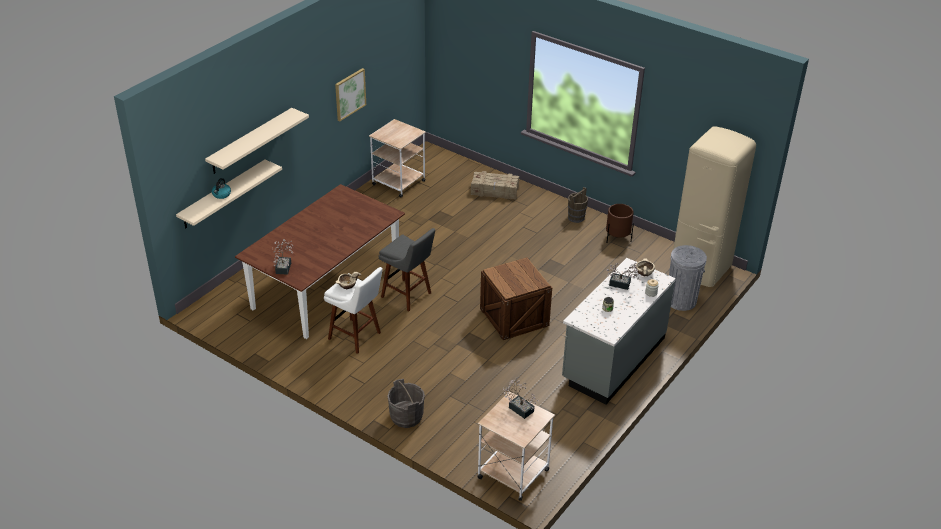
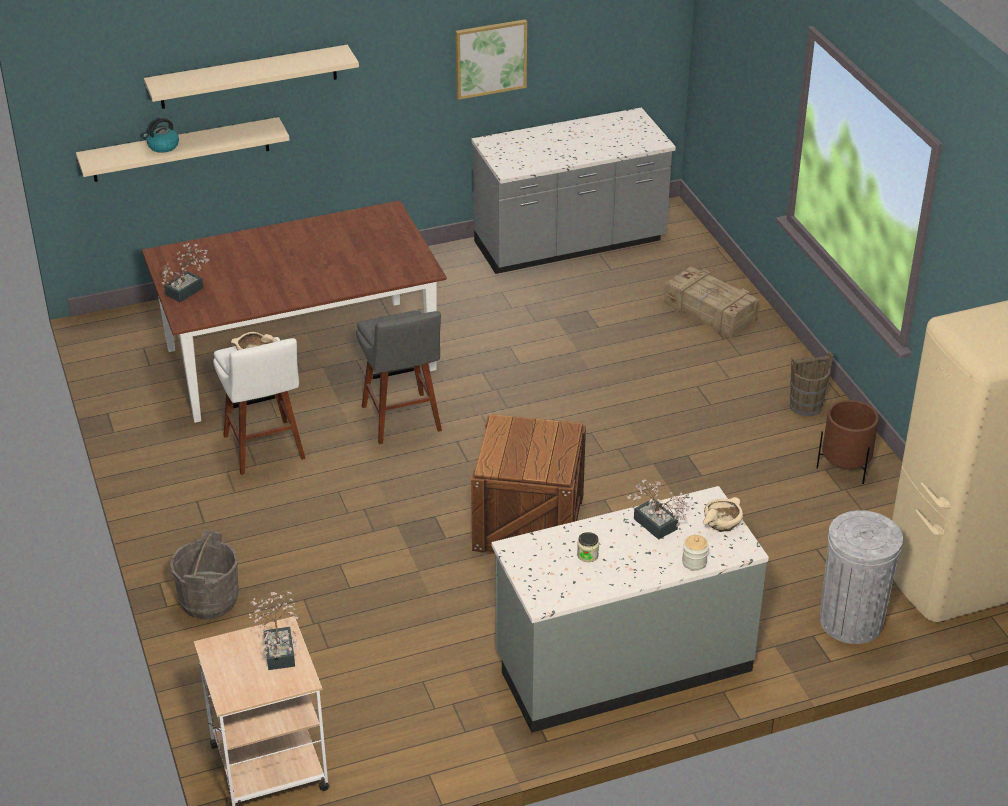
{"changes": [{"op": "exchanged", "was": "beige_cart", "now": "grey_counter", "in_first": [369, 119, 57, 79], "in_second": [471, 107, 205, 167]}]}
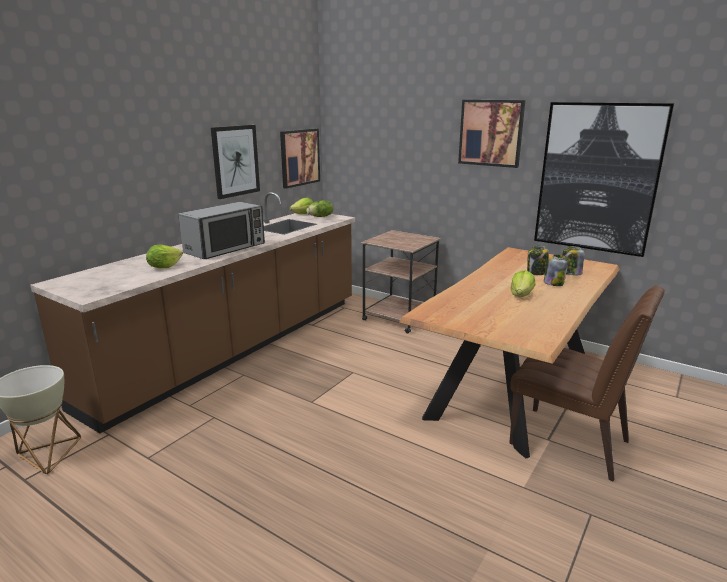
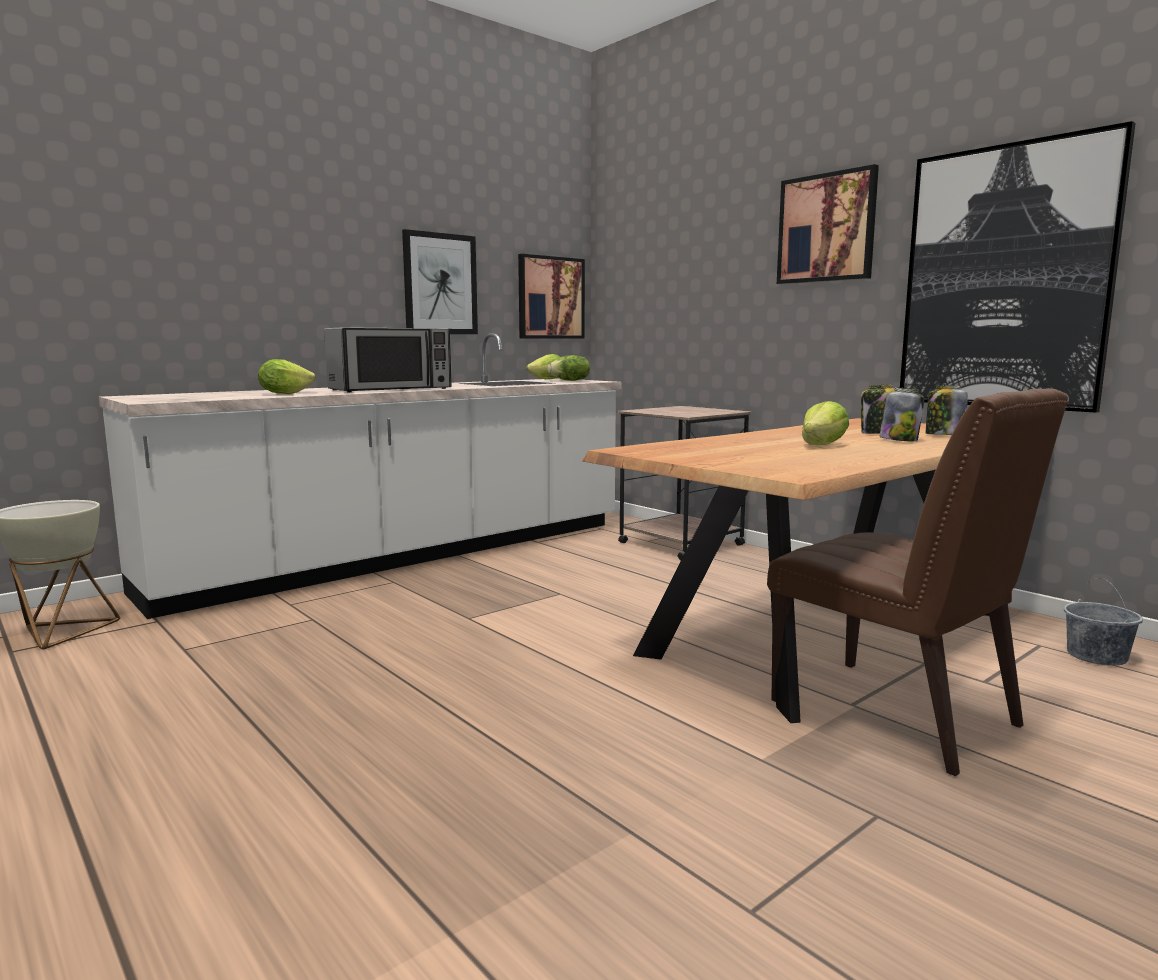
{"changes": [{"op": "colour", "was": "brown_counter", "now": "white_counter", "in_first": [30, 192, 325, 241], "in_second": [99, 333, 523, 286]}, {"op": "appeared", "now": "grey_bucket", "in_second": [1064, 578, 79, 88]}]}
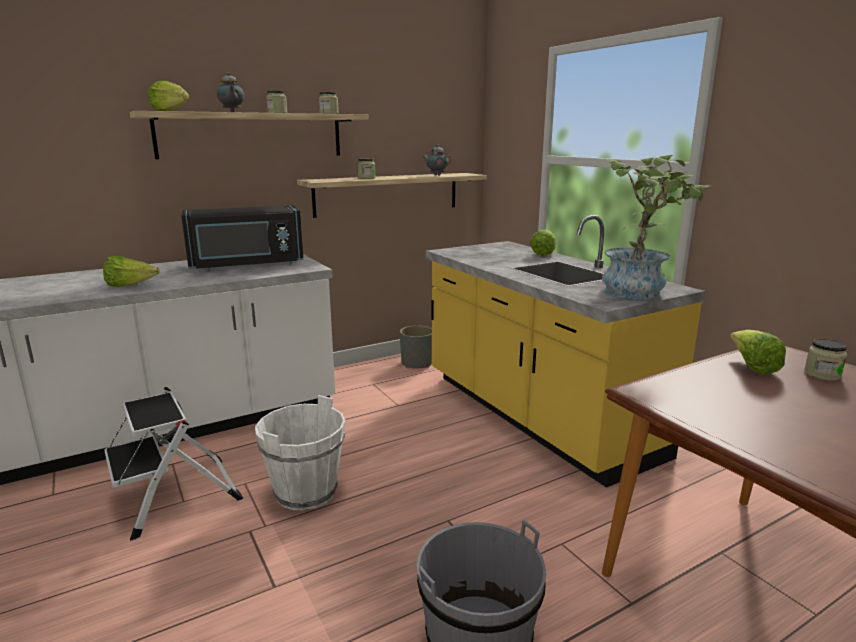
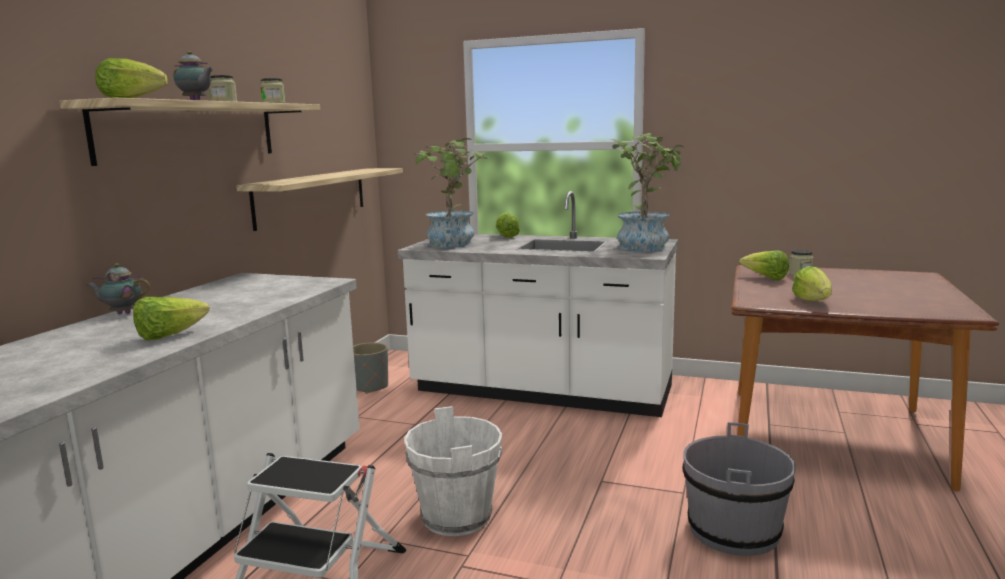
{"changes": [{"op": "relocated", "was": "teapot", "in_first": [423, 145, 28, 31], "in_second": [87, 263, 63, 51]}, {"op": "colour", "was": "yellow_counter", "now": "white_counter", "in_first": [426, 215, 280, 273], "in_second": [398, 191, 280, 226]}, {"op": "appeared", "now": "potted_plant", "in_second": [413, 138, 81, 110]}, {"op": "appeared", "now": "lettuce", "in_second": [792, 266, 40, 35]}, {"op": "missing", "was": "black_microwave", "in_first": [181, 206, 123, 65]}, {"op": "missing", "was": "jar", "in_first": [357, 158, 19, 21]}]}
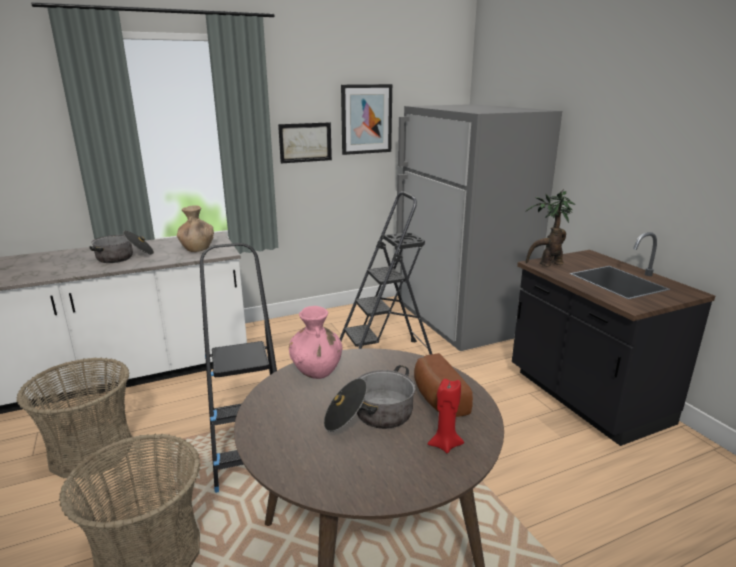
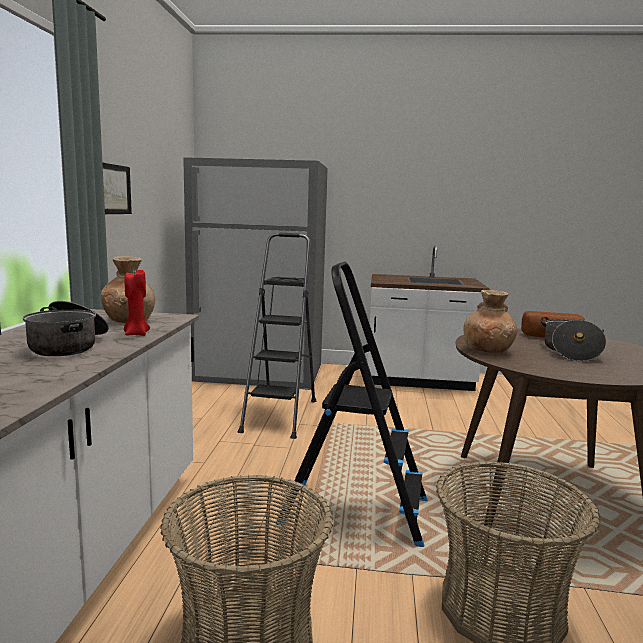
{"changes": [{"op": "relocated", "was": "red_candle", "in_first": [428, 379, 36, 74], "in_second": [124, 269, 26, 67]}, {"op": "colour", "was": "black_counter", "now": "white_counter", "in_first": [512, 232, 203, 214], "in_second": [368, 246, 122, 145]}, {"op": "colour", "was": "pink_vase", "now": "brown_vase", "in_first": [289, 306, 54, 73], "in_second": [463, 290, 54, 63]}, {"op": "missing", "was": "picture", "in_first": [341, 84, 51, 71]}, {"op": "missing", "was": "potted_plant", "in_first": [525, 189, 51, 77]}]}
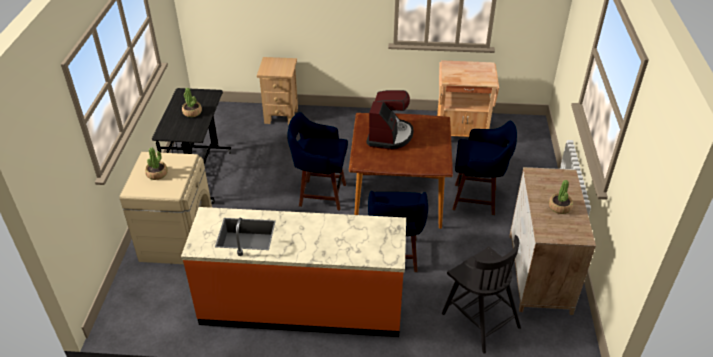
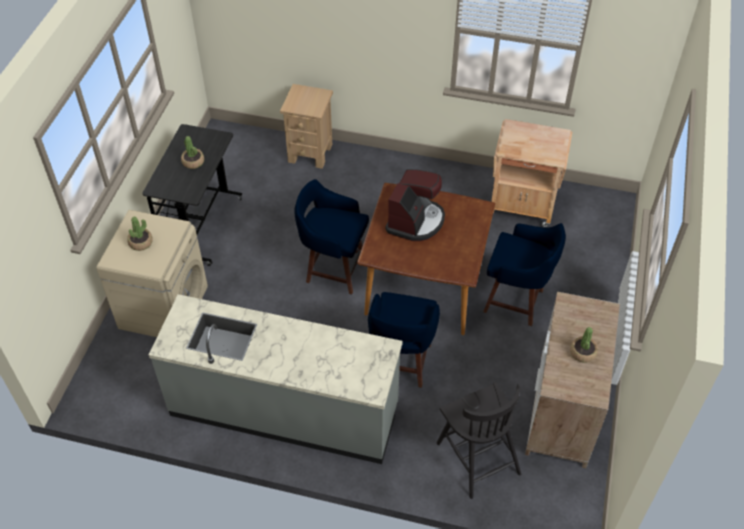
{"changes": [{"op": "colour", "was": "orange_counter", "now": "grey_counter", "in_first": [181, 207, 225, 130], "in_second": [149, 294, 254, 170]}]}
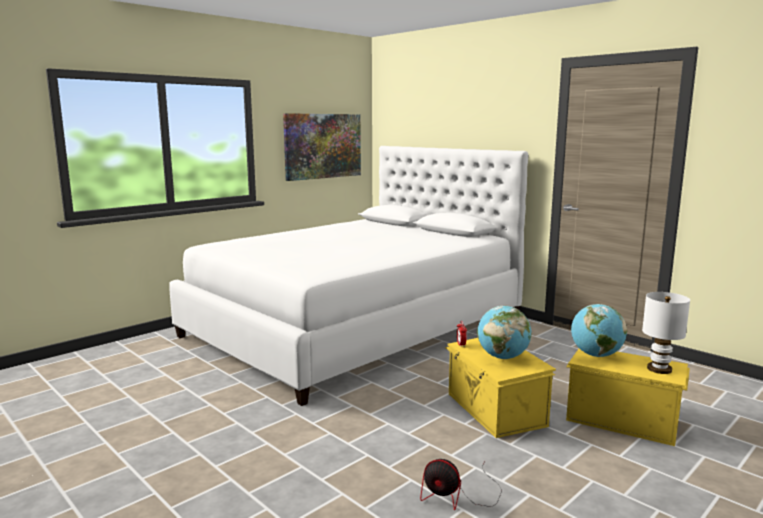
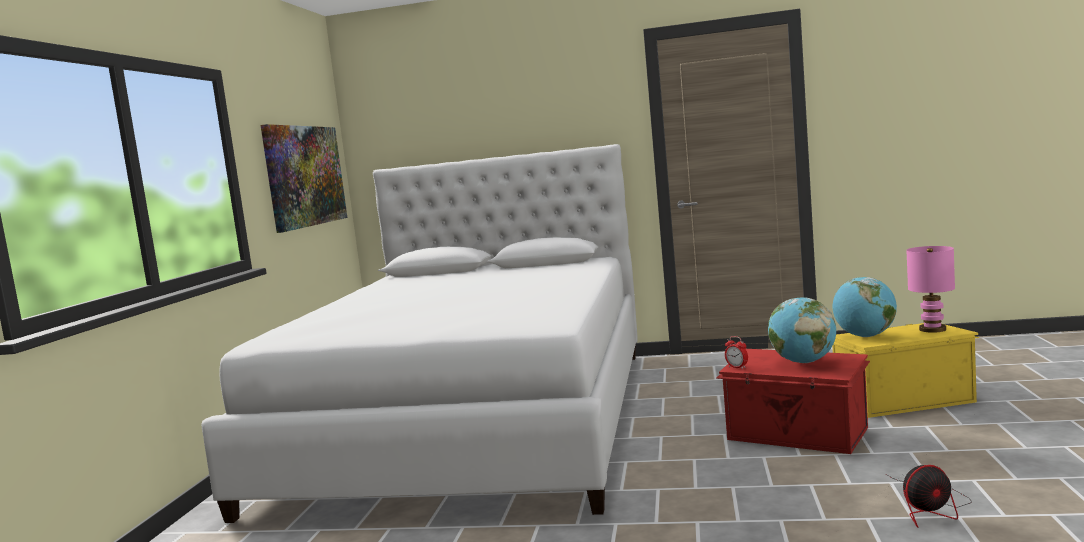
{"changes": [{"op": "colour", "was": "yellow_storage_box", "now": "red_storage_box", "in_first": [445, 338, 111, 100], "in_second": [716, 349, 154, 105]}, {"op": "colour", "was": "white_table_lamp", "now": "pink_table_lamp", "in_first": [642, 292, 48, 82], "in_second": [906, 246, 49, 87]}]}
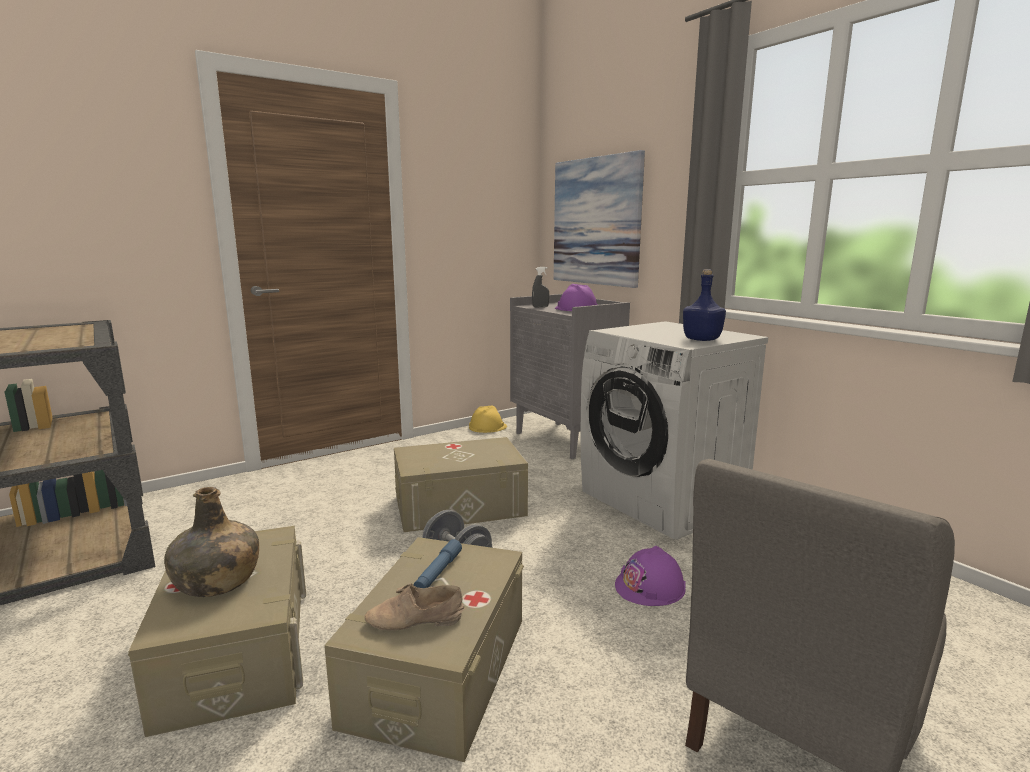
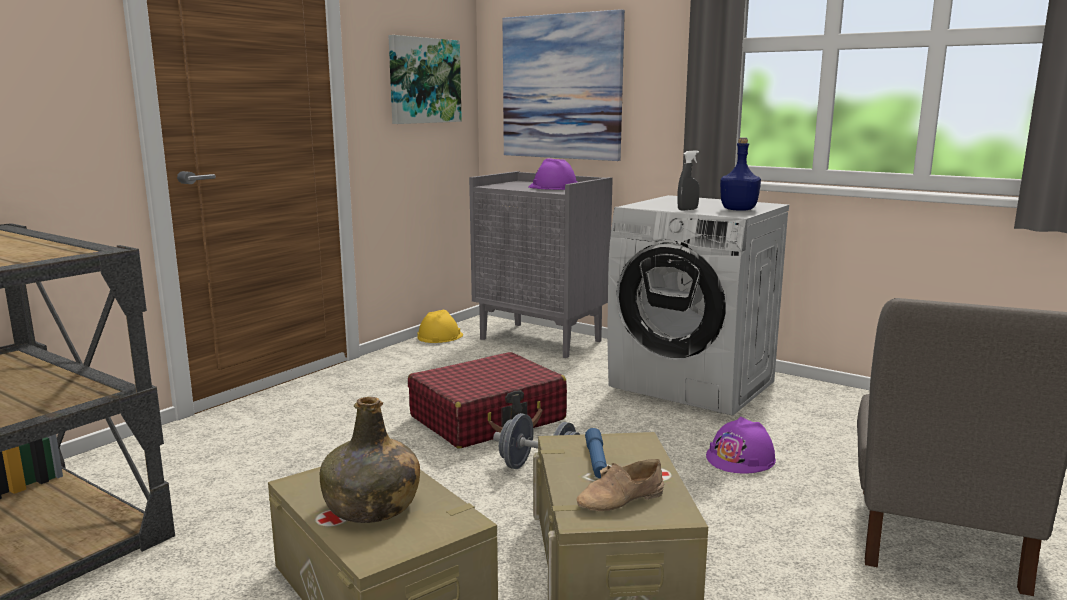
{"changes": [{"op": "appeared", "now": "picture", "in_second": [388, 35, 74, 89]}, {"op": "exchanged", "was": "beige_storage_box", "now": "red_suitcase", "in_first": [394, 437, 134, 95], "in_second": [408, 352, 159, 96]}, {"op": "relocated", "was": "grey_spray_bottle", "in_first": [532, 267, 17, 40], "in_second": [677, 150, 23, 61]}]}
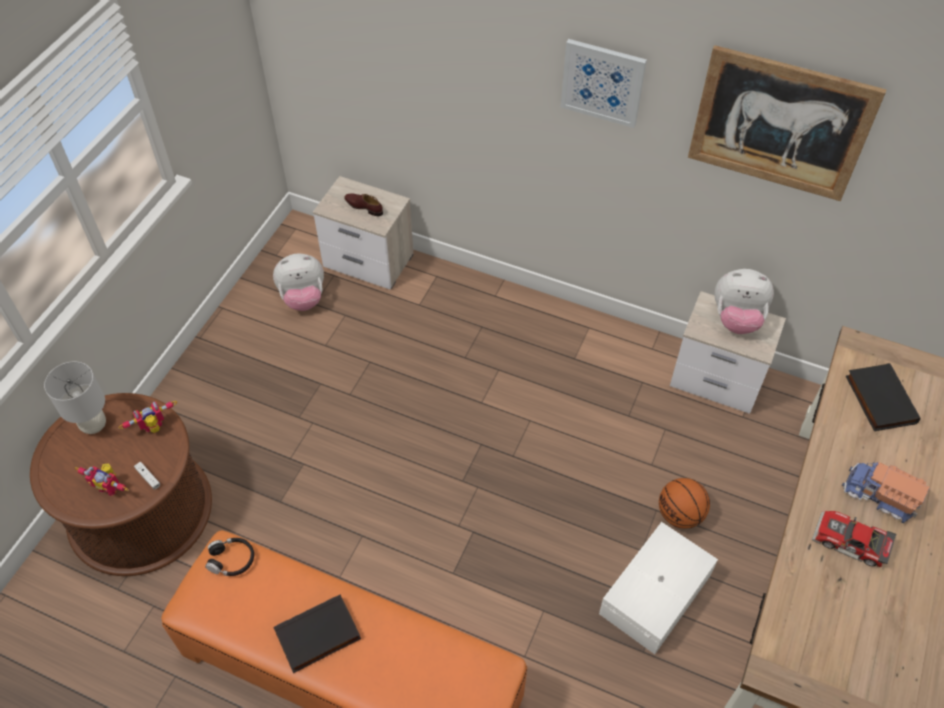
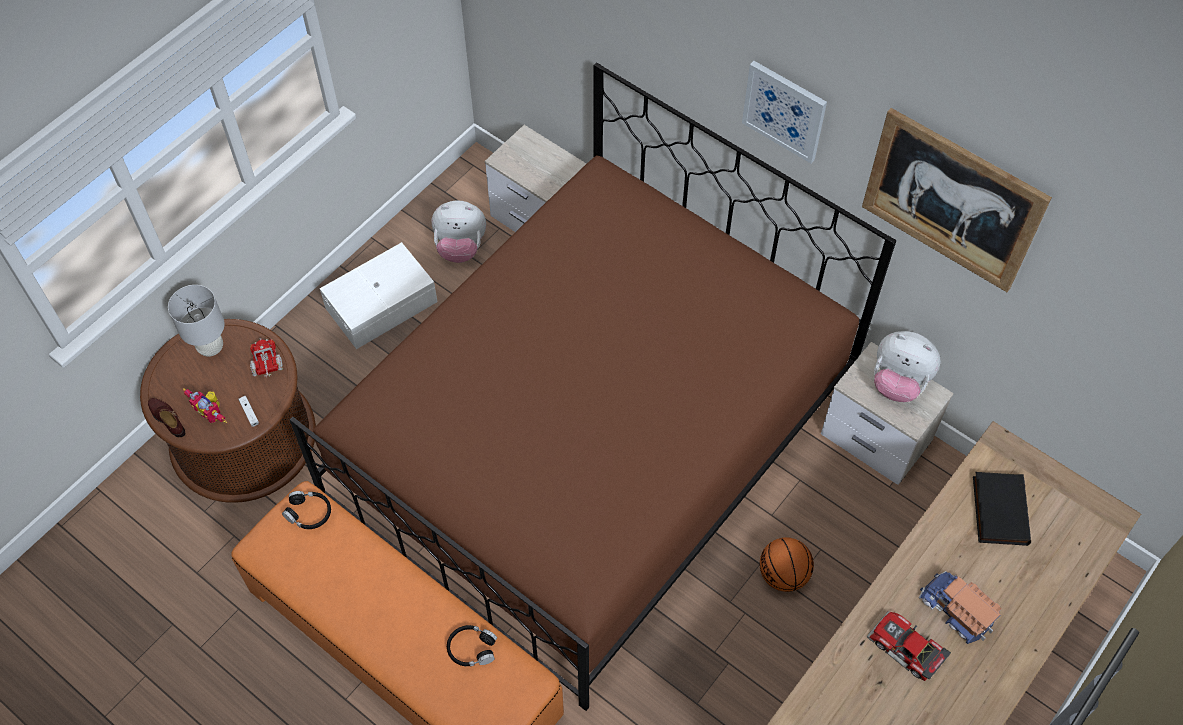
{"changes": [{"op": "relocated", "was": "brown_shoe", "in_first": [344, 193, 39, 23], "in_second": [148, 398, 37, 39]}, {"op": "exchanged", "was": "toy_robot", "now": "toy_truck", "in_first": [118, 401, 59, 32], "in_second": [250, 338, 33, 39]}, {"op": "appeared", "now": "brown_bed", "in_second": [290, 62, 606, 649]}, {"op": "relocated", "was": "white_storage_box", "in_first": [599, 522, 119, 132], "in_second": [320, 242, 117, 107]}, {"op": "appeared", "now": "black_headphones", "in_second": [447, 625, 50, 41]}, {"op": "missing", "was": "black_book", "in_first": [273, 595, 88, 78]}]}
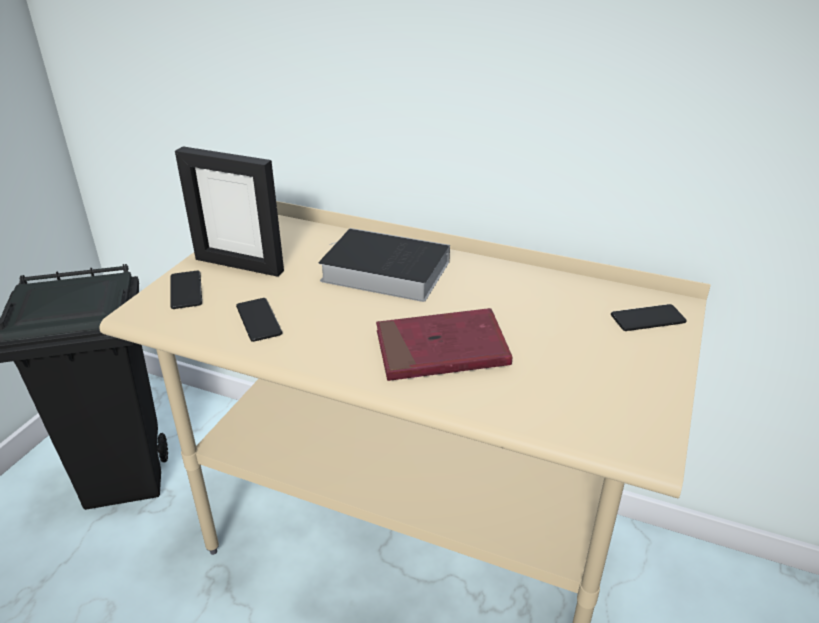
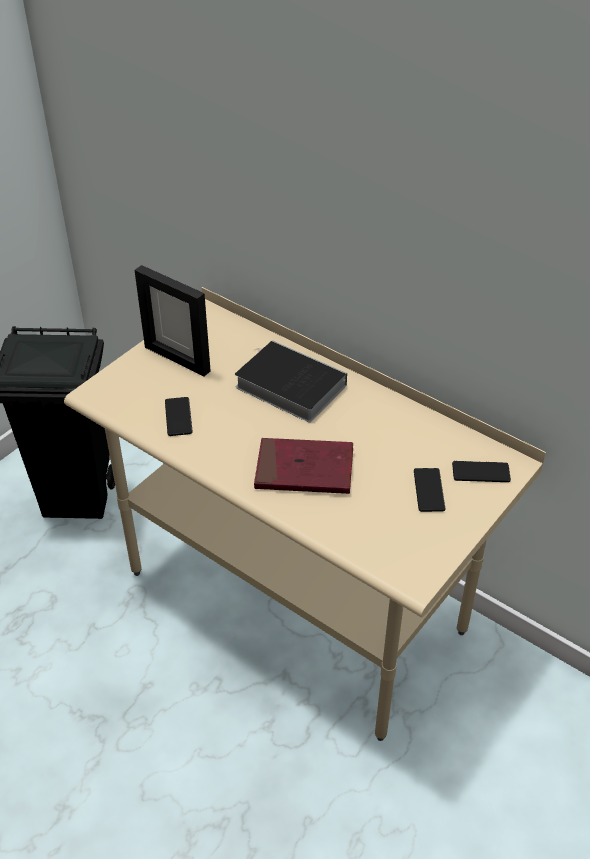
{"changes": [{"op": "relocated", "was": "phone", "in_first": [170, 270, 32, 39], "in_second": [414, 468, 31, 44]}]}
